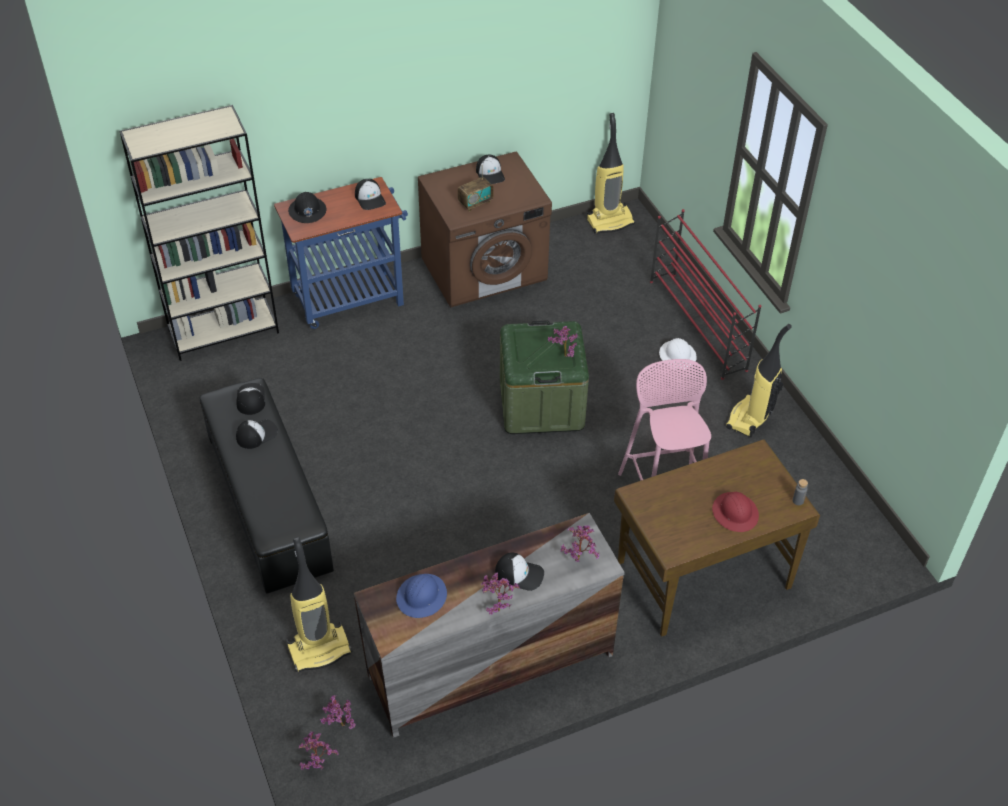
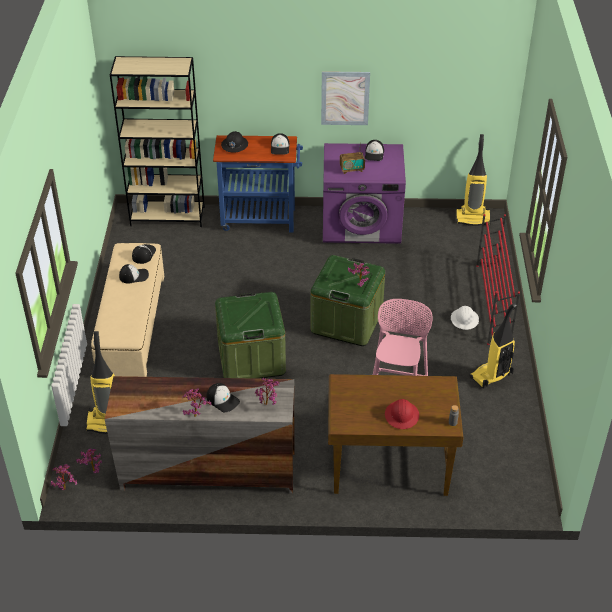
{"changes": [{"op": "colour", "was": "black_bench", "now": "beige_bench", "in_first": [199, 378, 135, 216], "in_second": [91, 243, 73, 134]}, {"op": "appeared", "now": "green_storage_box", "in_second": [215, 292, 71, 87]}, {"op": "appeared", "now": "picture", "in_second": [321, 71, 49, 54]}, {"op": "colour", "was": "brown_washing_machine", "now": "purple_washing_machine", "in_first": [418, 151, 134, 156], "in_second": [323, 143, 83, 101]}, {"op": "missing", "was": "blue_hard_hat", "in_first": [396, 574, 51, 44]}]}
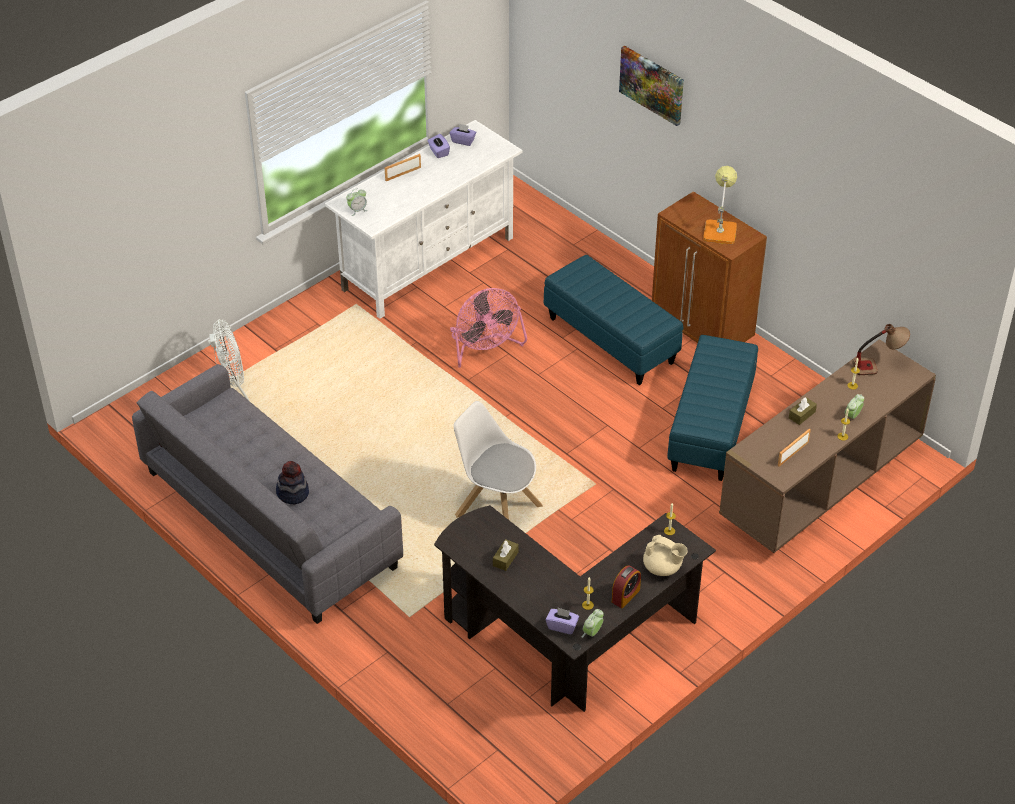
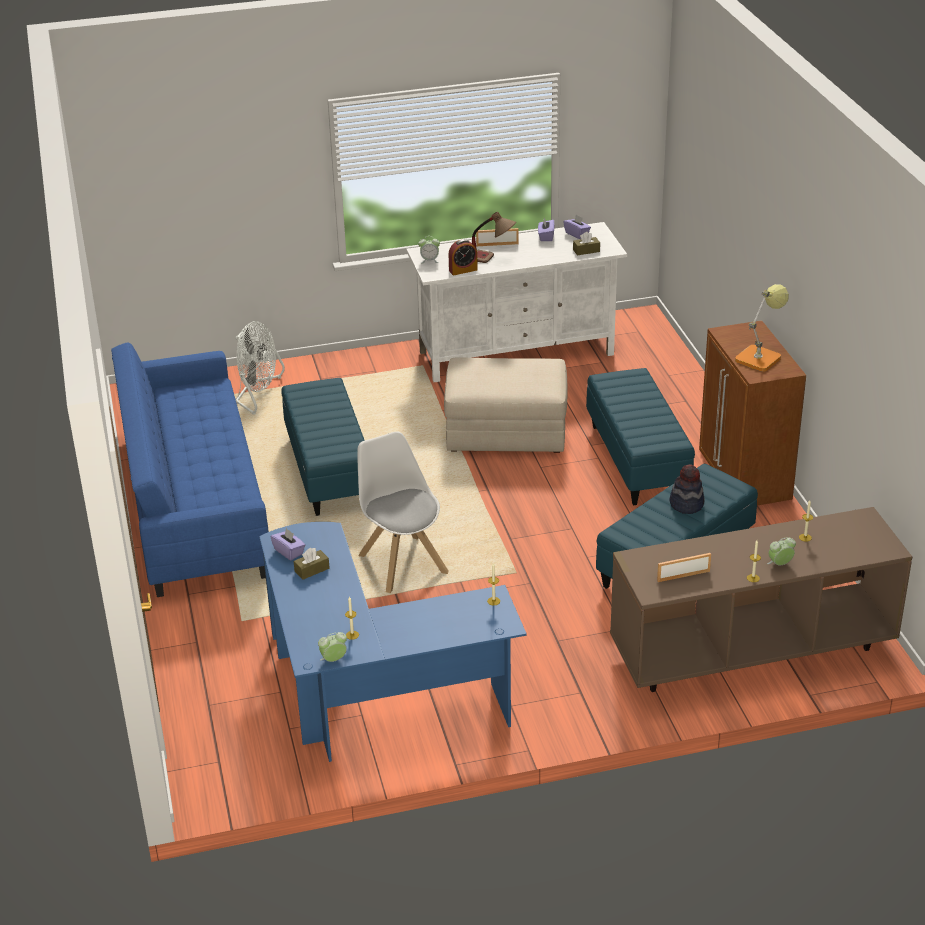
{"changes": [{"op": "colour", "was": "grey_sofa", "now": "blue_sofa", "in_first": [132, 364, 271, 260], "in_second": [111, 343, 158, 254]}, {"op": "colour", "was": "black_desk", "now": "blue_desk", "in_first": [434, 505, 282, 207], "in_second": [259, 522, 268, 240]}, {"op": "relocated", "was": "purple_tissue_box", "in_first": [546, 608, 33, 26], "in_second": [271, 528, 34, 32]}, {"op": "appeared", "now": "blue_ottoman", "in_second": [281, 378, 84, 138]}, {"op": "exchanged", "was": "pink_fan", "now": "beige_ottoman", "in_first": [450, 288, 77, 79], "in_second": [444, 358, 124, 95]}, {"op": "relocated", "was": "alarm_clock", "in_first": [612, 565, 29, 43], "in_second": [449, 239, 29, 36]}, {"op": "relocated", "was": "table_lamp", "in_first": [853, 324, 57, 51], "in_second": [472, 212, 44, 51]}, {"op": "relocated", "was": "brown_tissue_box", "in_first": [789, 397, 28, 28], "in_second": [573, 232, 27, 23]}, {"op": "relocated", "was": "hat", "in_first": [276, 461, 33, 44], "in_second": [670, 464, 35, 50]}, {"op": "missing", "was": "picture", "in_first": [619, 46, 65, 80]}, {"op": "missing", "was": "beige_teapot", "in_first": [643, 535, 45, 41]}]}
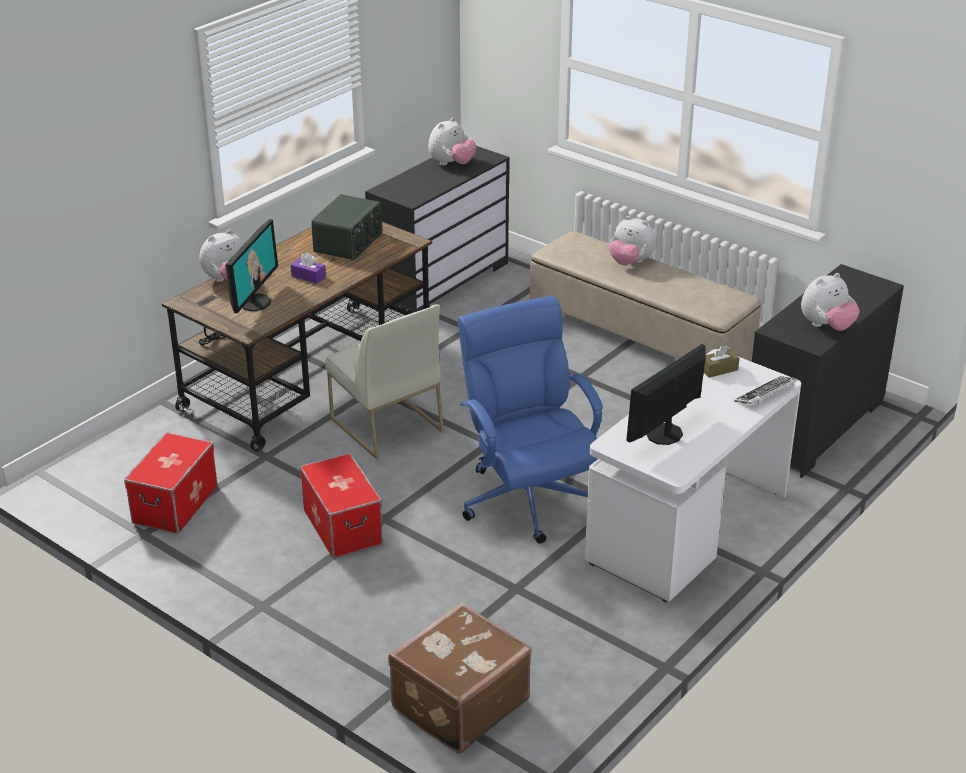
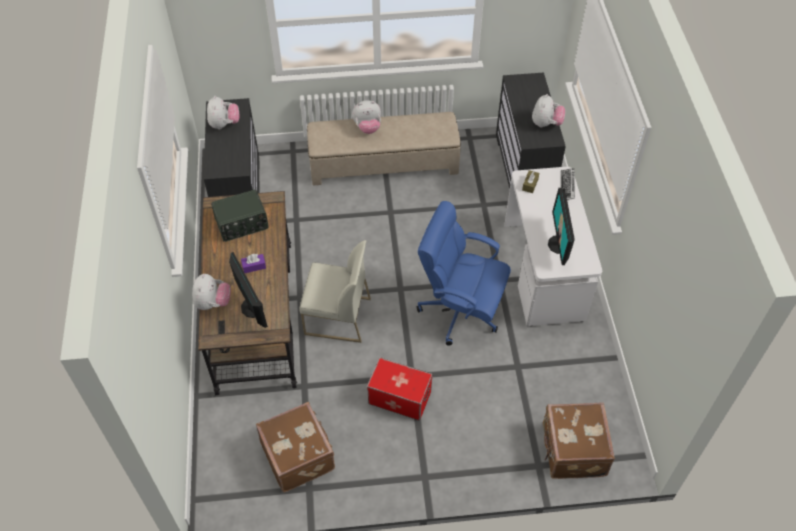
{"changes": [{"op": "spun", "was": "radio", "in_first": [311, 194, 72, 66], "in_second": [211, 190, 58, 52], "clockwise": 90}, {"op": "exchanged", "was": "storage_box", "now": "brown_suitcase", "in_first": [124, 432, 94, 102], "in_second": [256, 402, 79, 90]}]}
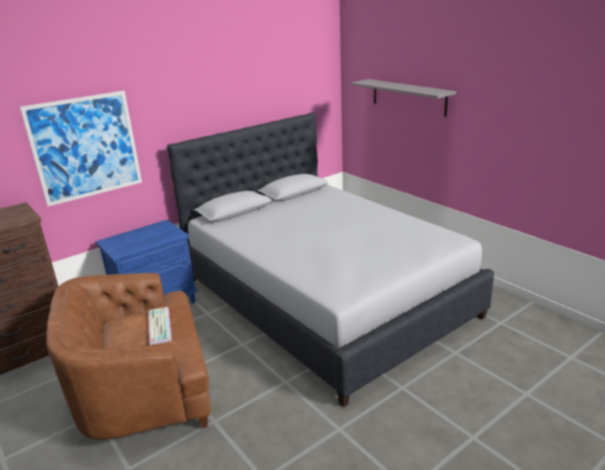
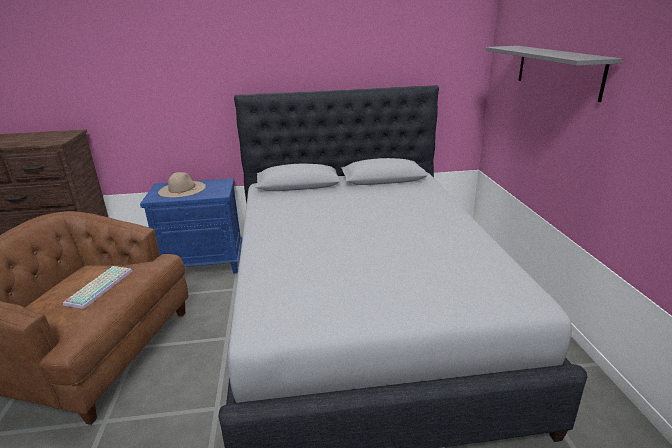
{"changes": [{"op": "appeared", "now": "beige_hat", "in_second": [158, 172, 48, 26]}, {"op": "missing", "was": "picture", "in_first": [20, 91, 122, 115]}]}
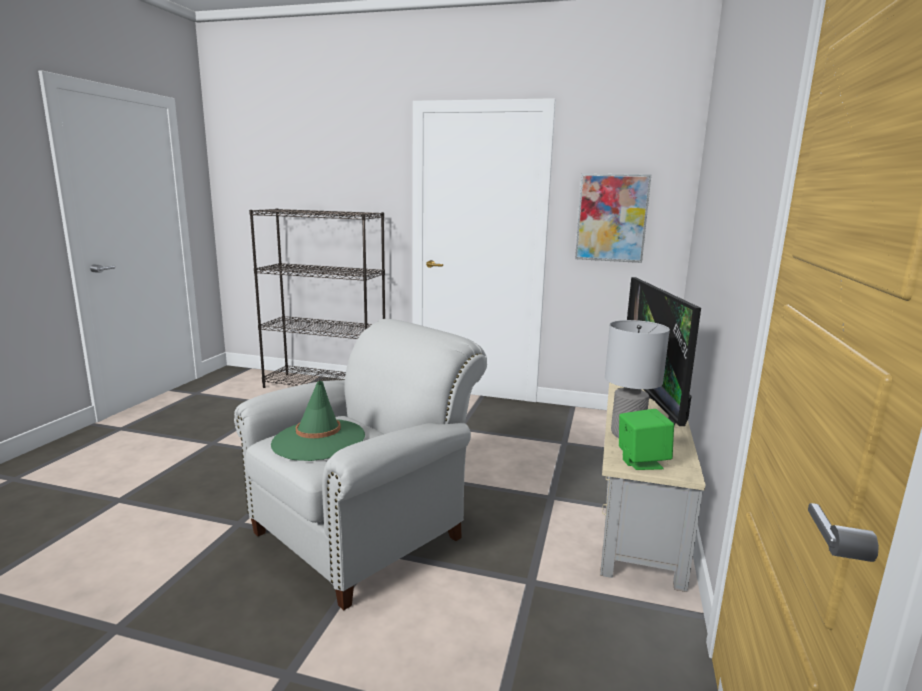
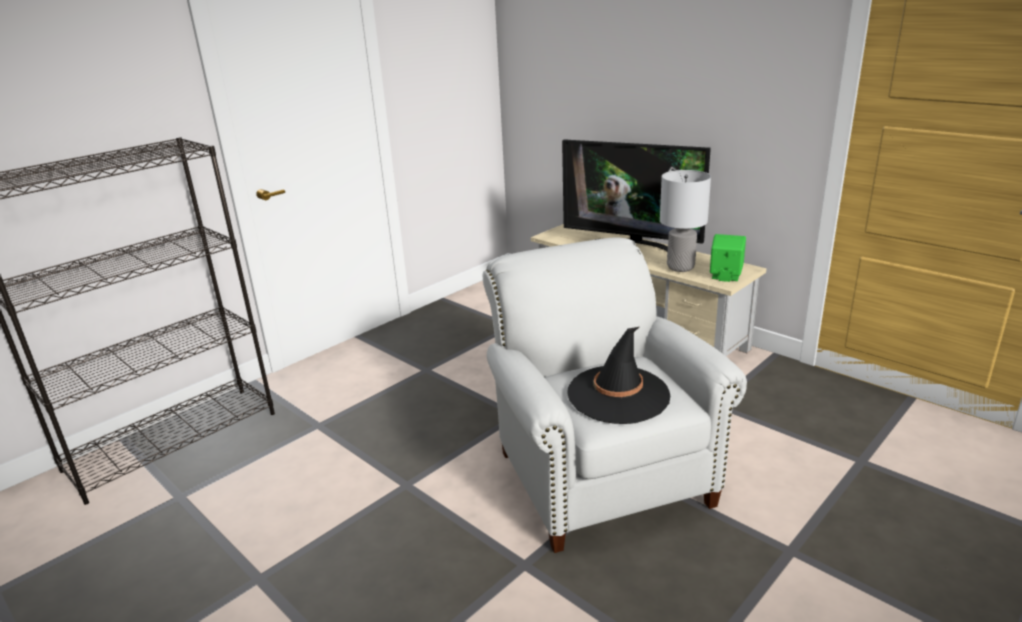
{"changes": [{"op": "colour", "was": "green_hat", "now": "black_hat", "in_first": [271, 381, 94, 80], "in_second": [567, 327, 104, 97]}, {"op": "missing", "was": "picture", "in_first": [575, 173, 76, 90]}]}
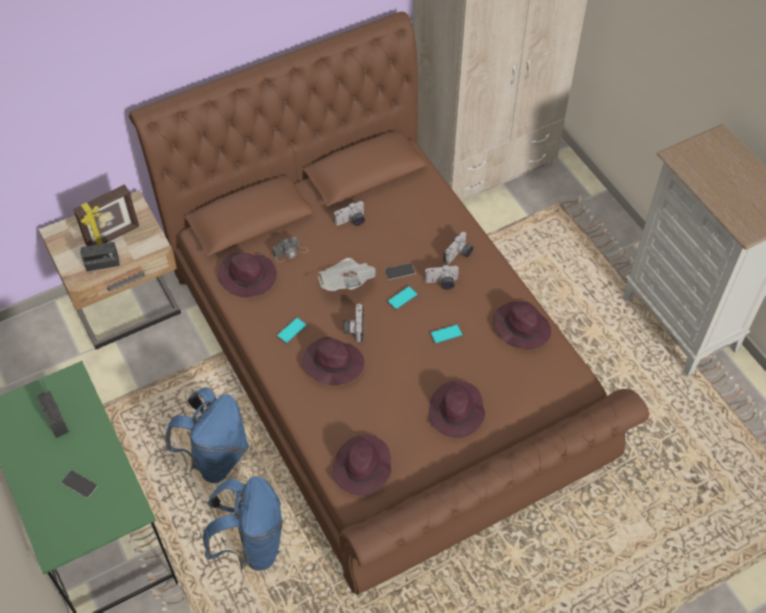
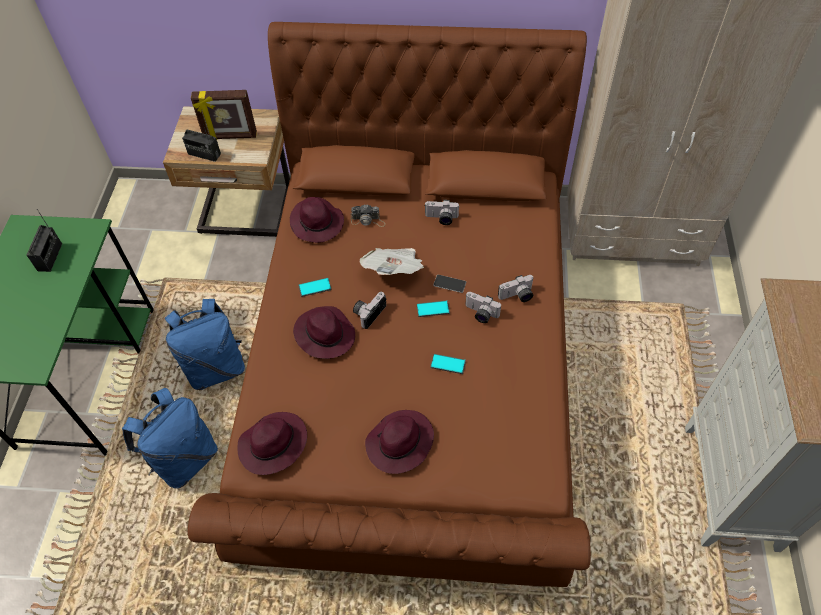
{"changes": [{"op": "missing", "was": "phone", "in_first": [61, 470, 37, 28]}, {"op": "missing", "was": "purple_hat", "in_first": [493, 301, 58, 48]}]}
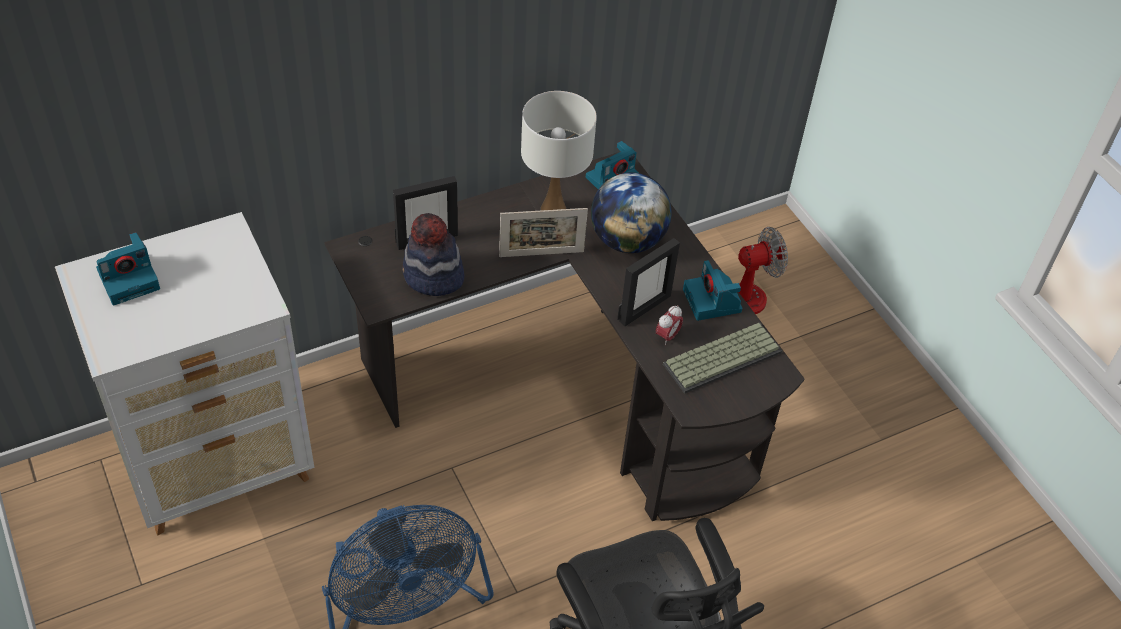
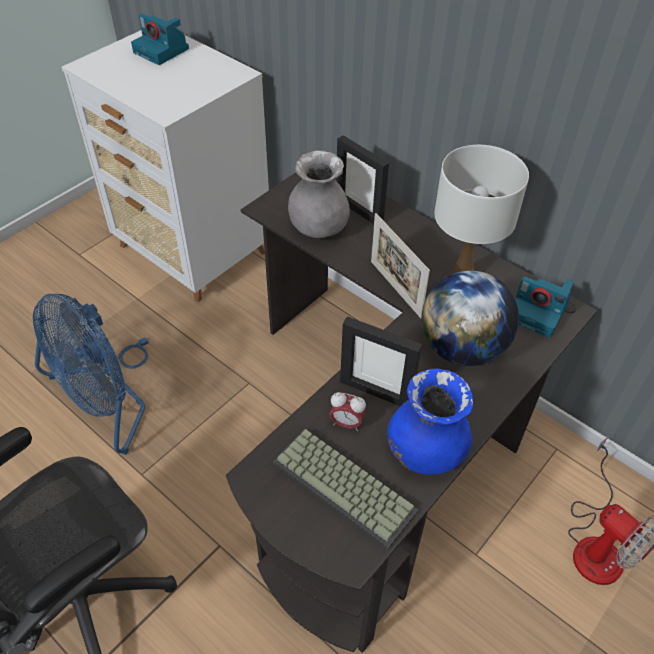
{"changes": [{"op": "exchanged", "was": "hat", "now": "grey_vase", "in_first": [402, 213, 62, 83], "in_second": [288, 150, 62, 88]}, {"op": "exchanged", "was": "photo_camera", "now": "blue_vase", "in_first": [683, 260, 59, 61], "in_second": [387, 368, 86, 107]}]}
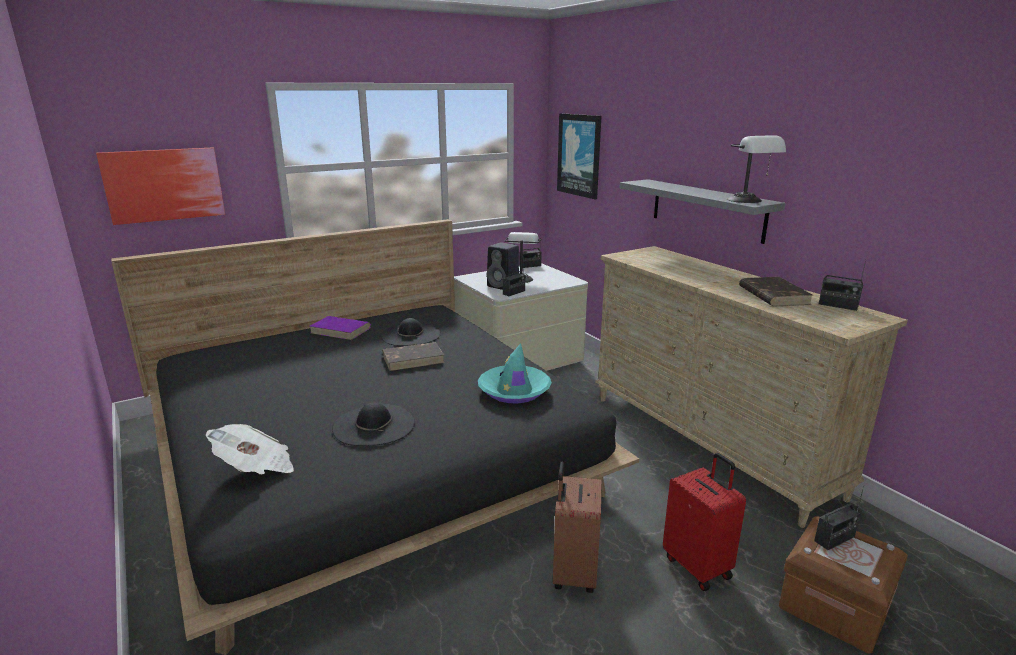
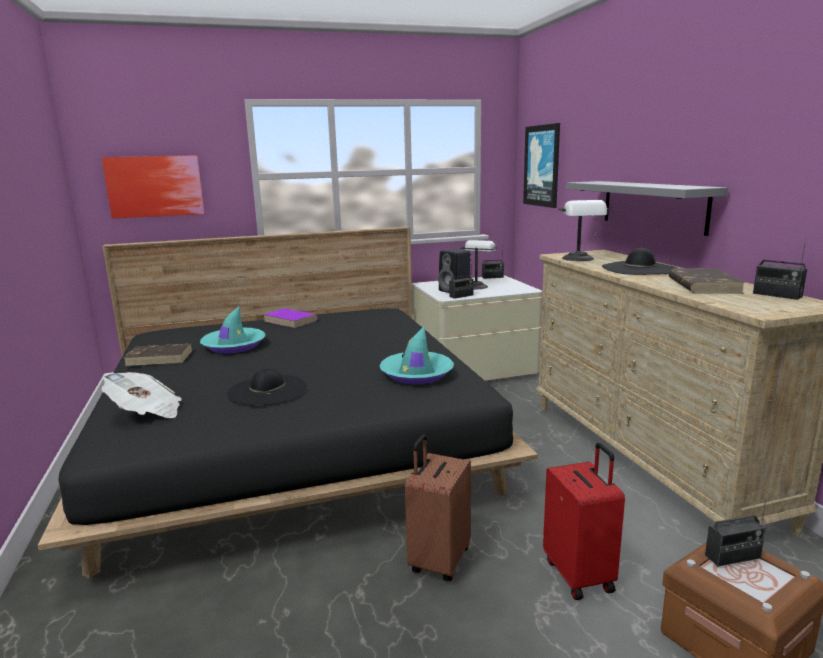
{"changes": [{"op": "relocated", "was": "brown_book", "in_first": [382, 342, 63, 29], "in_second": [123, 344, 70, 22]}, {"op": "appeared", "now": "turquoise_hat", "in_second": [200, 306, 66, 48]}, {"op": "relocated", "was": "table_lamp", "in_first": [727, 136, 59, 67], "in_second": [558, 200, 51, 61]}, {"op": "relocated", "was": "black_hat", "in_first": [380, 318, 61, 28], "in_second": [602, 248, 77, 27]}]}
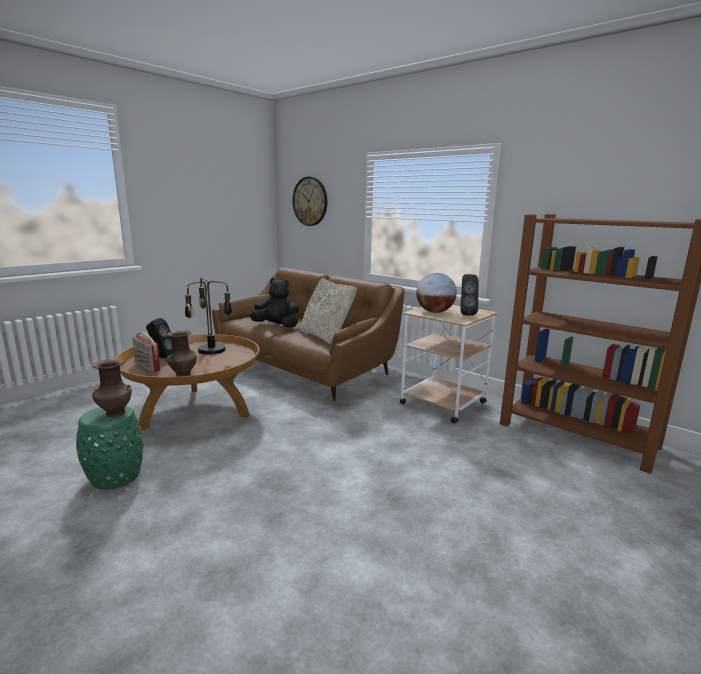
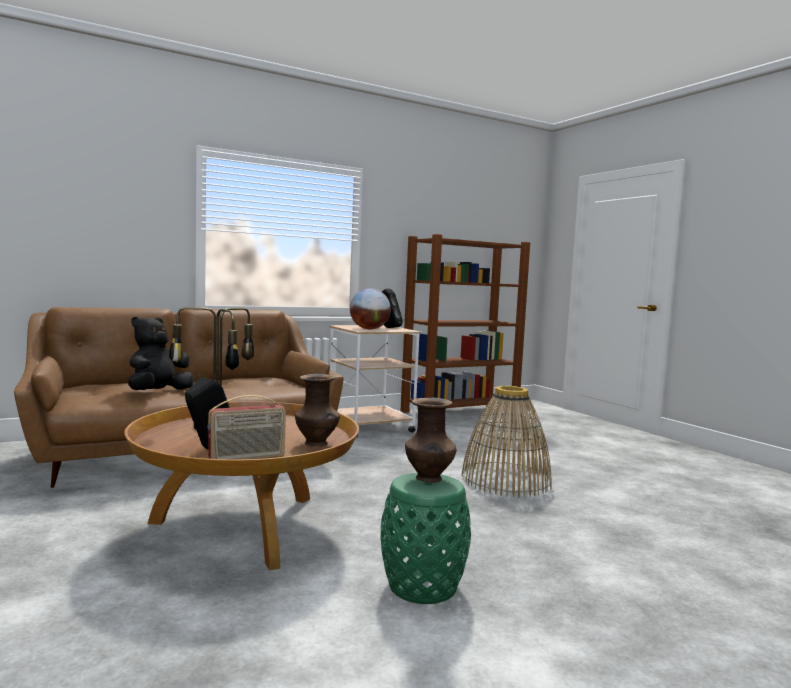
{"changes": [{"op": "appeared", "now": "basket", "in_second": [462, 386, 90, 111]}, {"op": "missing", "was": "wall_clock", "in_first": [292, 176, 35, 50]}, {"op": "missing", "was": "beige_pillow", "in_first": [300, 278, 57, 66]}]}
